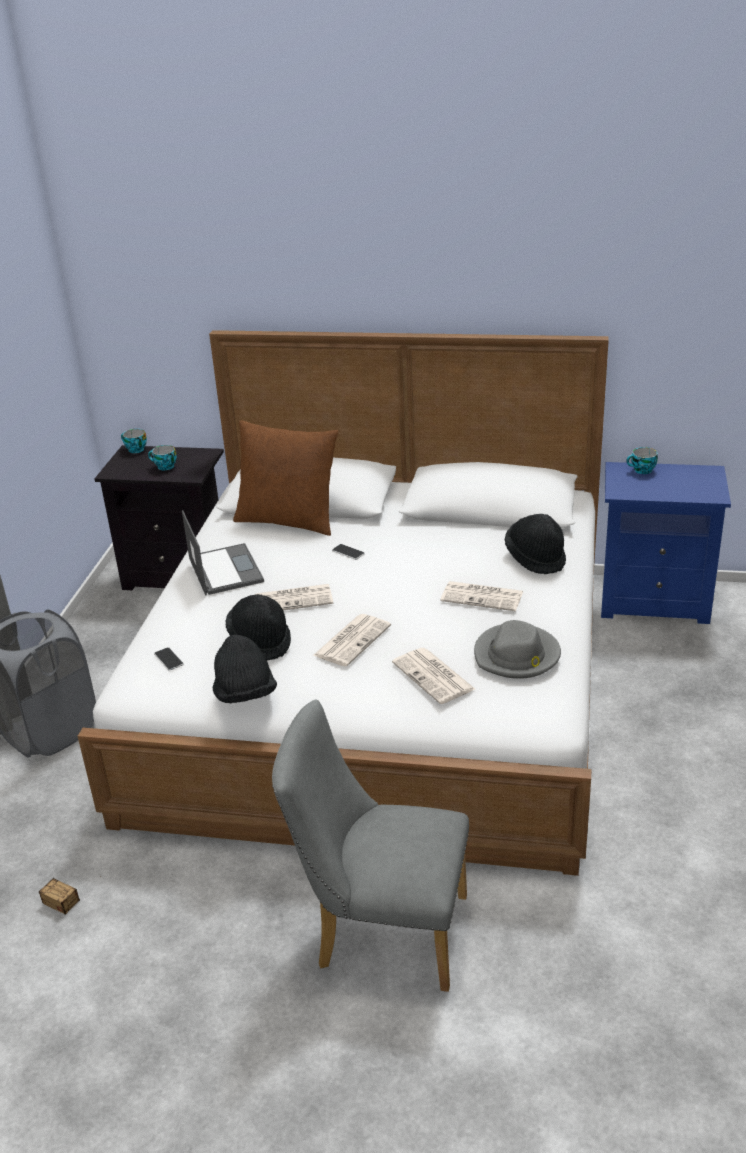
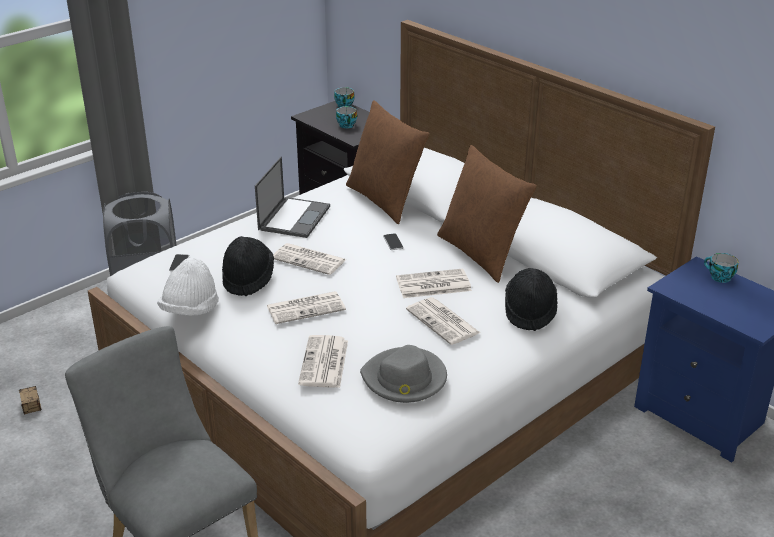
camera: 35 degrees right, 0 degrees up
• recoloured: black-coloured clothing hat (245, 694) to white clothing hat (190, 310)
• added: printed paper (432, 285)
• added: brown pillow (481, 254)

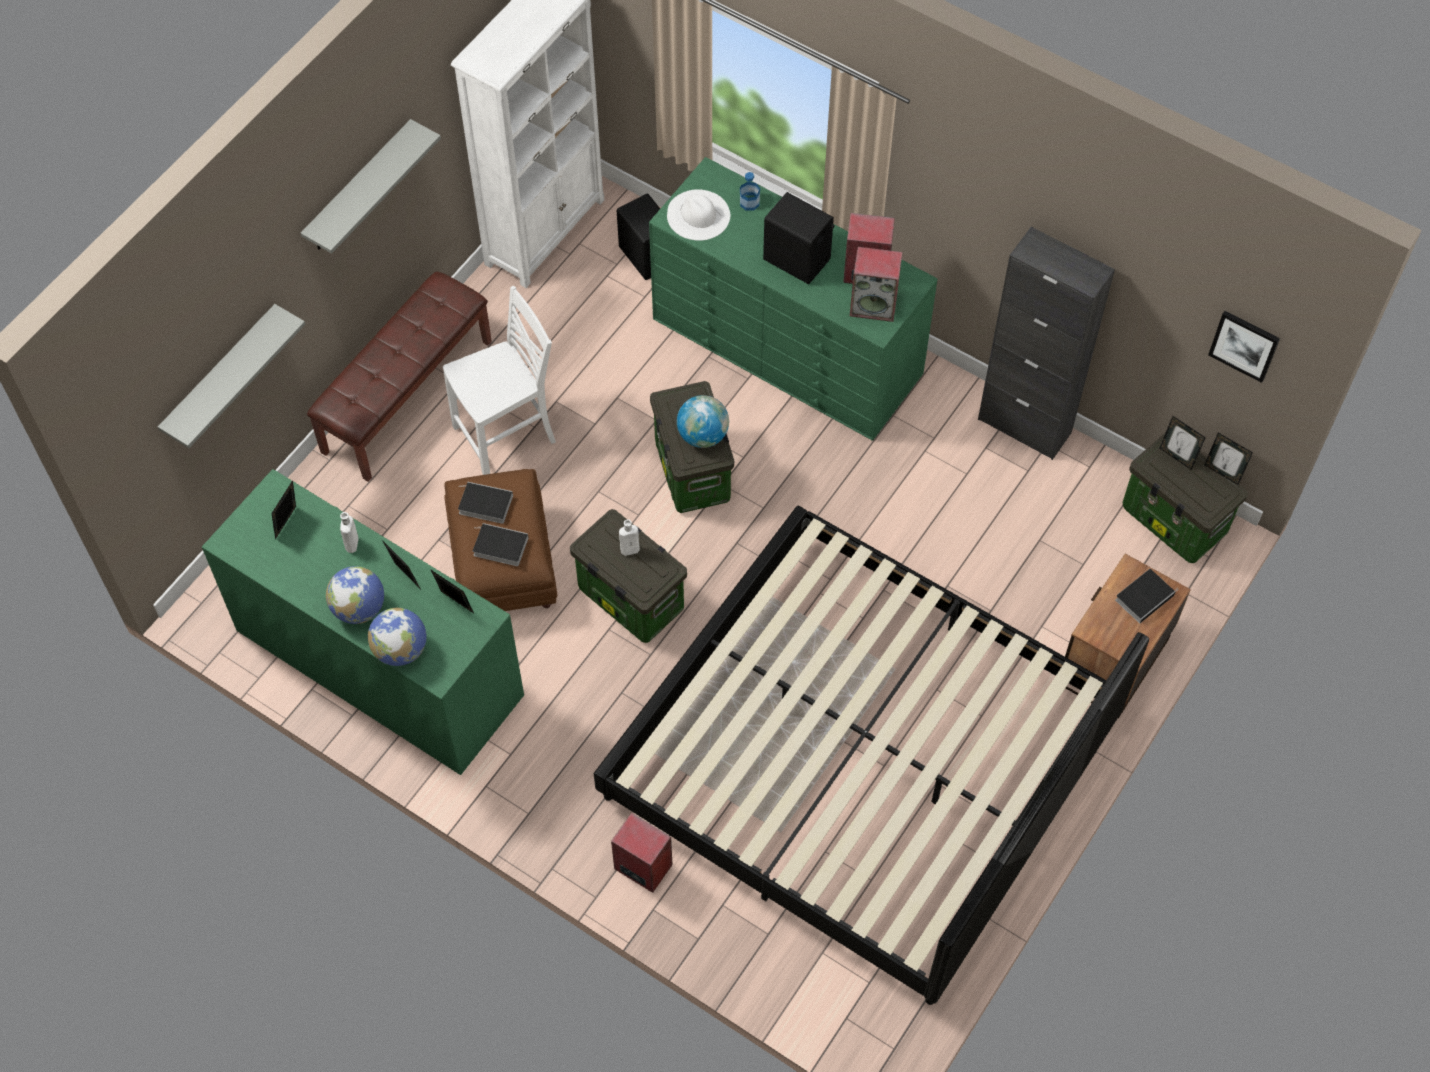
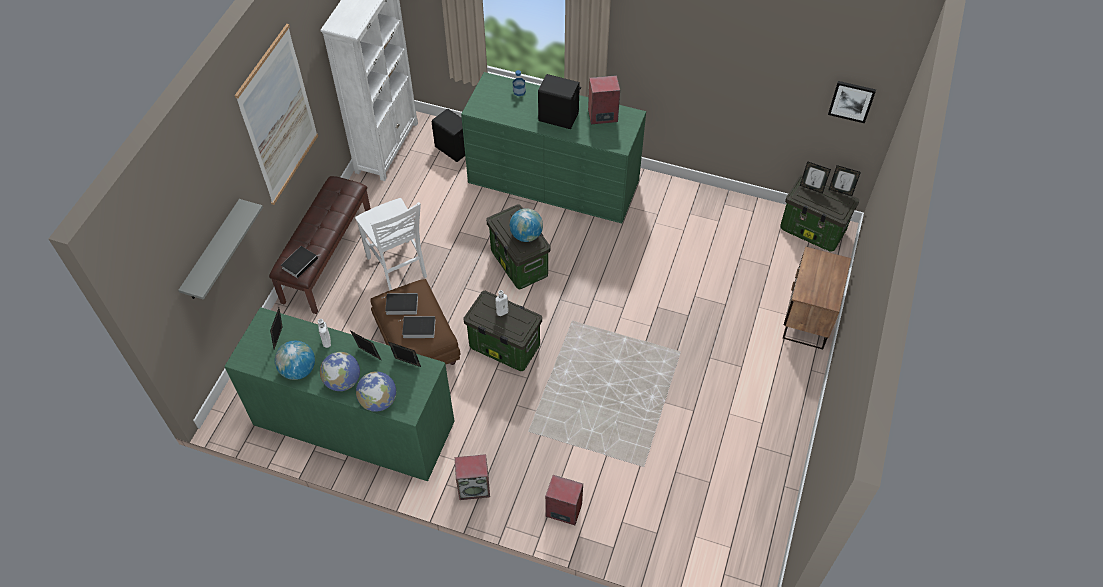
camera: 15 degrees left, 5 degrees down
• replaced: greyish shelf (359, 188) to picture (278, 117)
• turned: white plain chair (507, 436) = (398, 268) 105 degrees clockwise
• removed: bedroom bed (860, 762)
• removed: white clothing hat (698, 215)
• moved: loudspeaker (874, 305) to (474, 487)
• removed: black-coloured cabinet (1024, 426)
• moved: book (1145, 596) to (300, 262)
• added: world globe (298, 370)

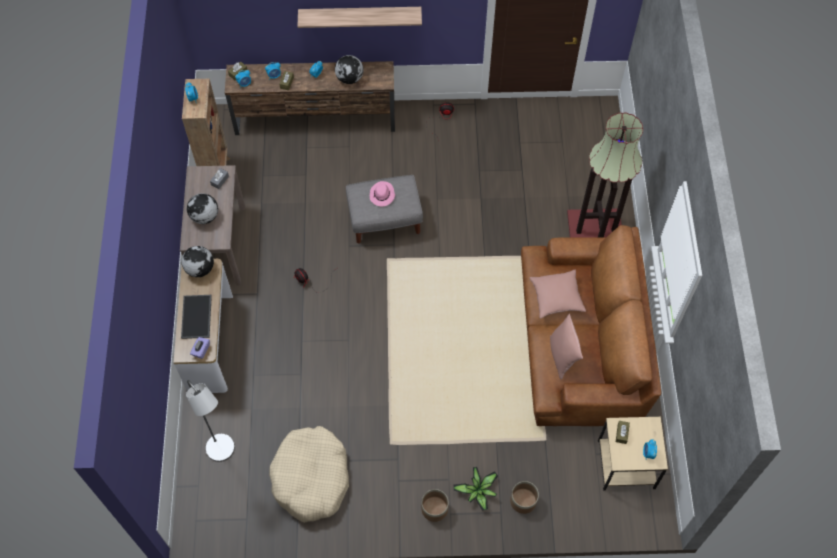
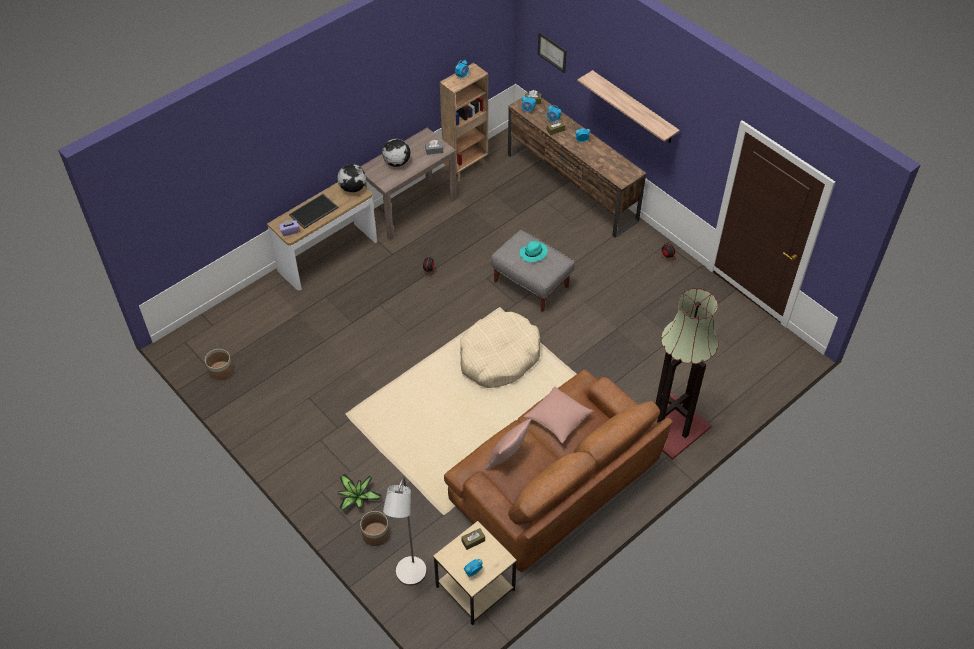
camera: 50 degrees right, 10 degrees down
• moved: greyish floor lamp (223, 452) to (409, 577)
• moved: beige-coloured dog bed (311, 478) to (499, 357)
• removed: world globe (350, 78)
• recoloured: pink clothing hat (382, 195) to turquoise-coloured clothing hat (533, 253)
• moved: planter (434, 509) to (221, 371)
• added: picture (552, 52)

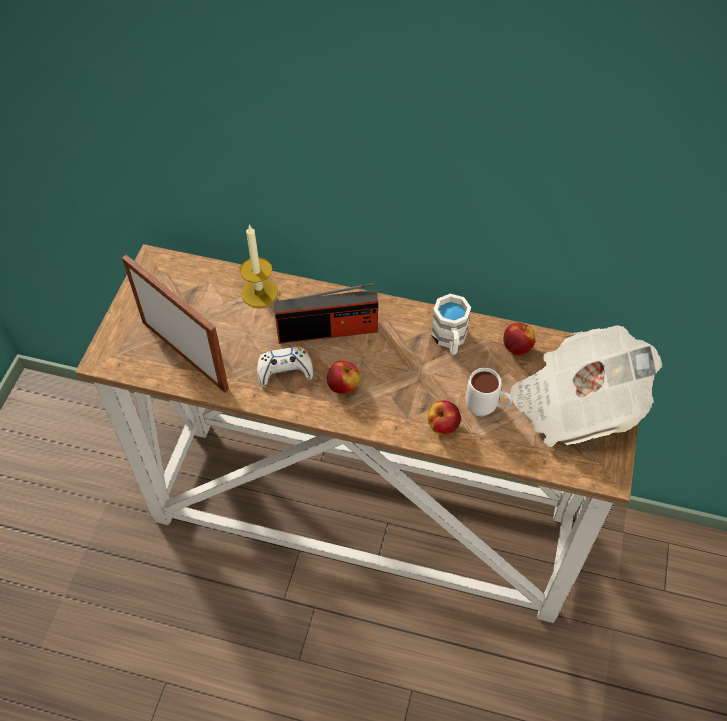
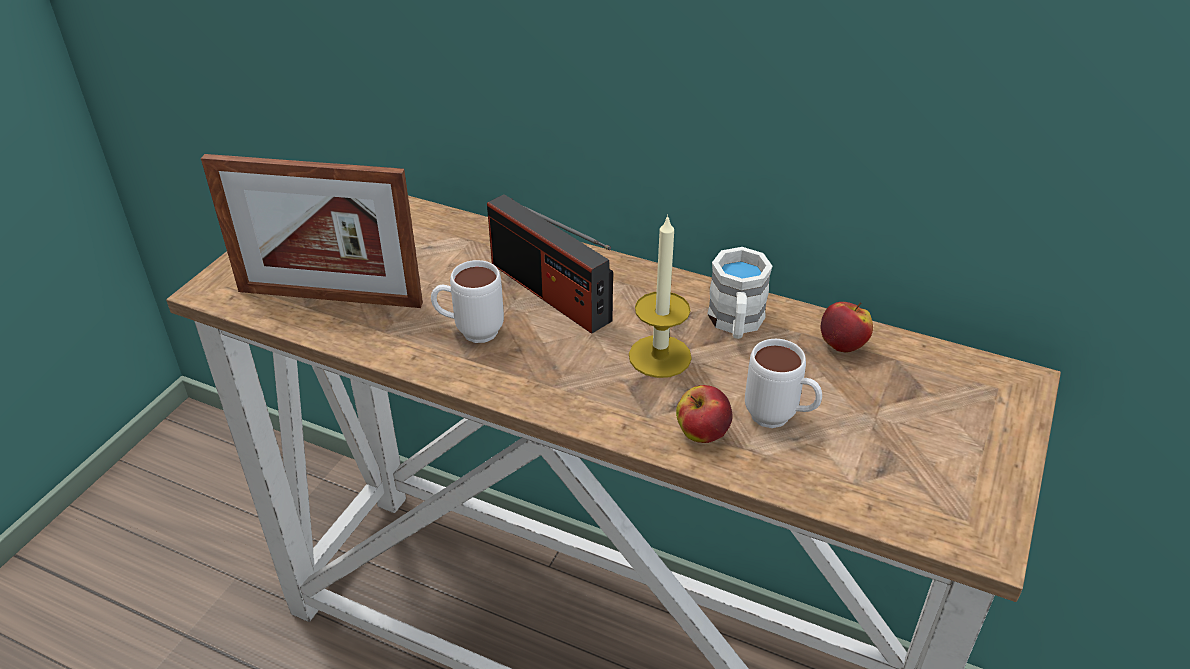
camera: 10 degrees right, 15 degrees down
• turned: standing frame (184, 355) = (330, 297) 135 degrees clockwise
• moved: wax light (259, 293) to (660, 356)
• replaced: white joypad (284, 371) to white coffee mug (470, 332)
• turned: radio (327, 330) = (550, 292) 45 degrees clockwise
• removed: whole apple (343, 386)
• removed: printed paper (575, 404)

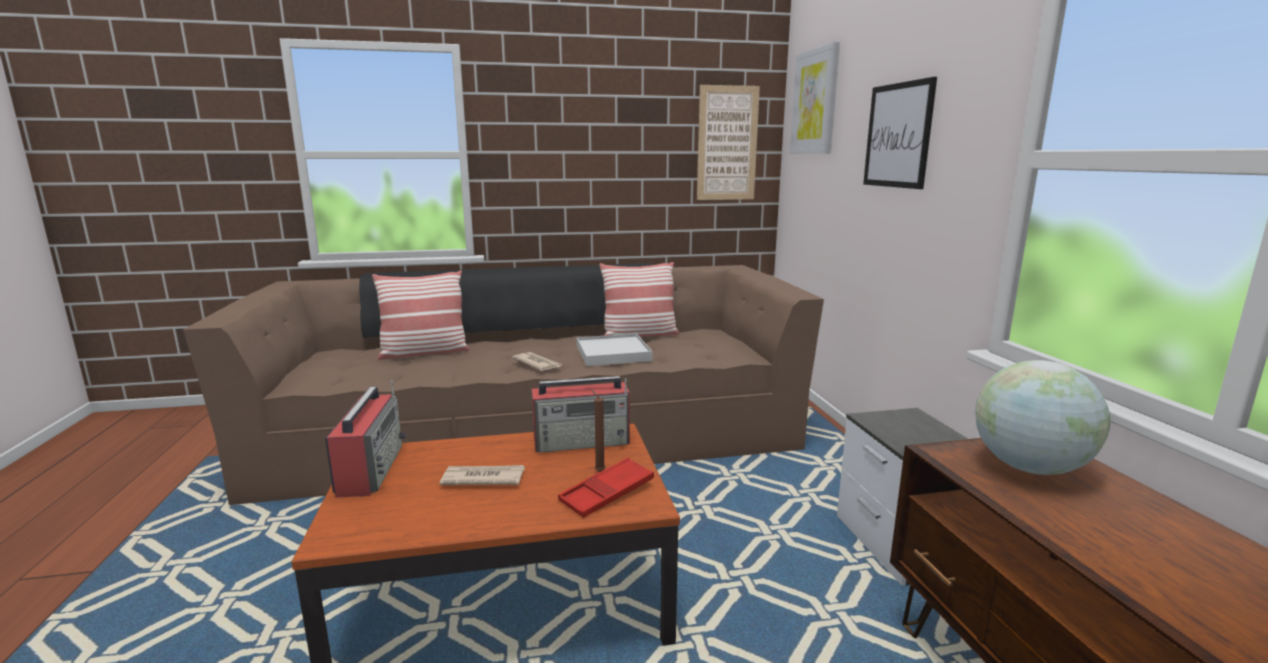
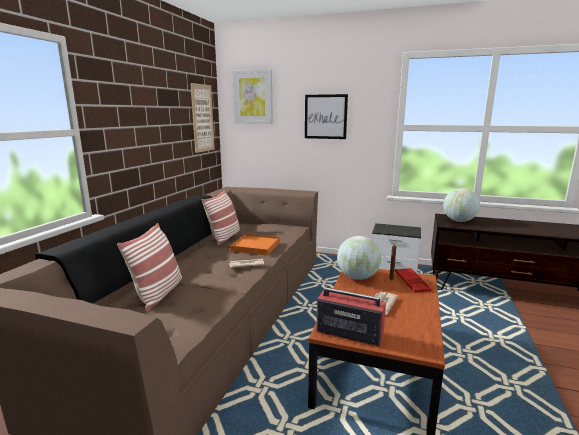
camera: 60 degrees left, 0 degrees up
• replaced: radio (583, 442) to world globe (357, 277)
• recoloured: white serving tray (612, 353) to orangey serving tray (255, 246)

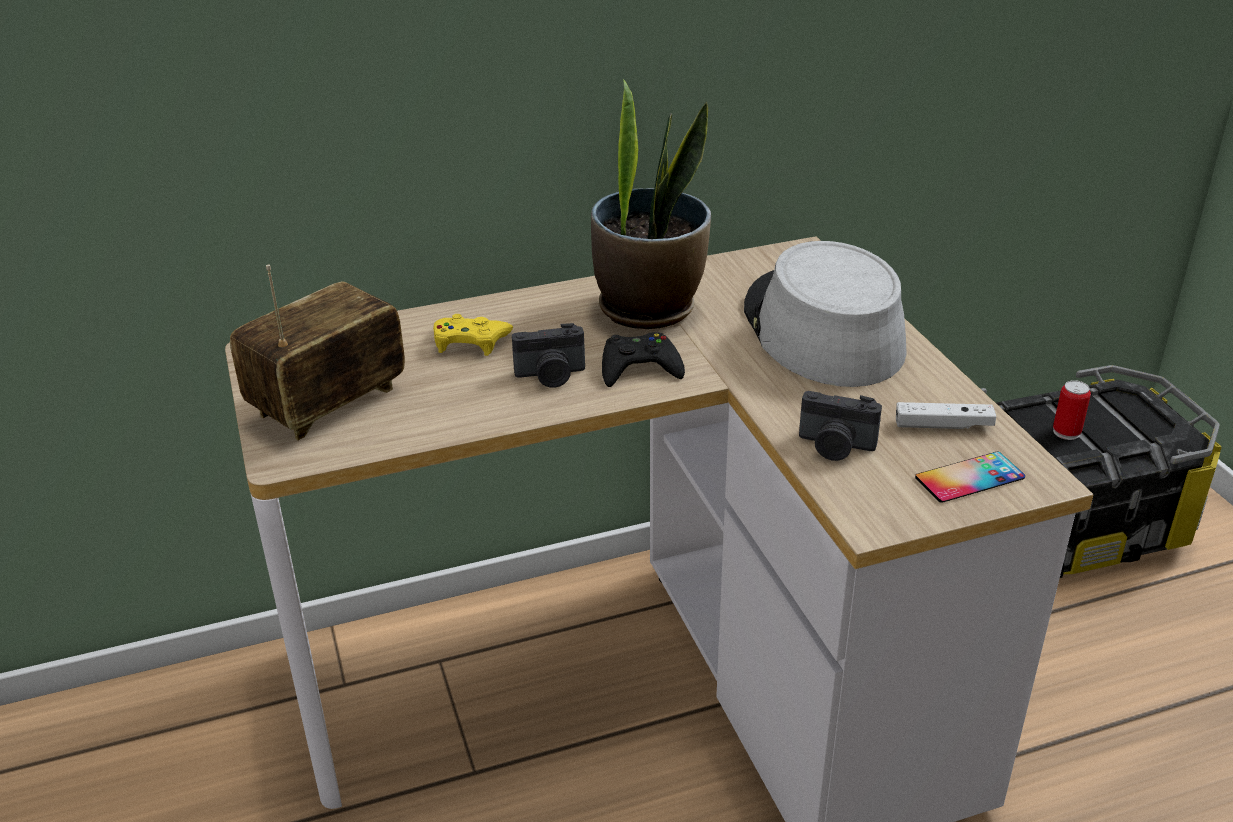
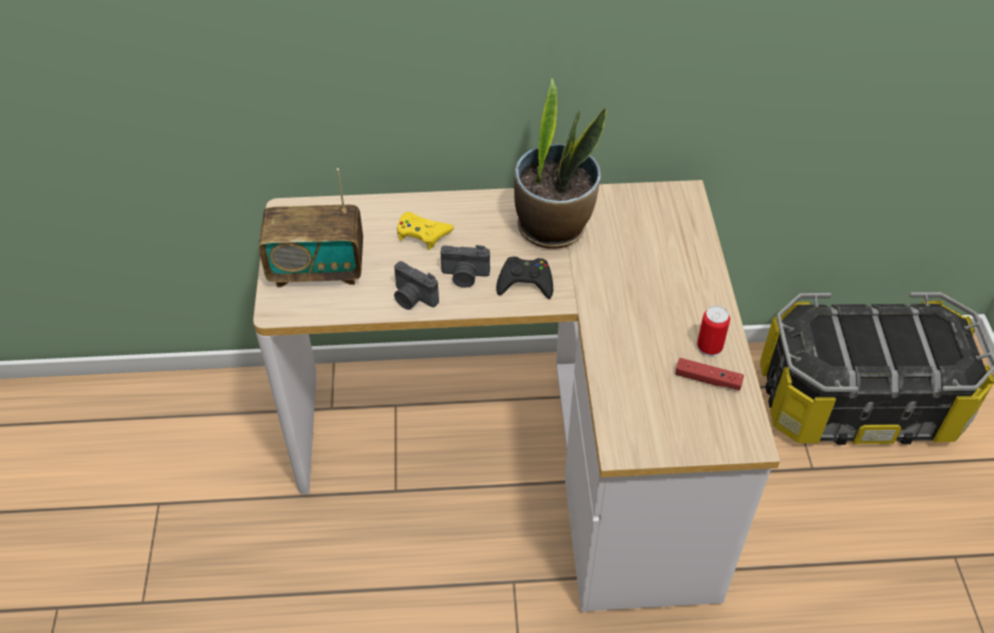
camera: 15 degrees right, 15 degrees up
• turned: radio (329, 404) = (317, 269) 150 degrees counterclockwise
• removed: greyish clothing hat (821, 330)
• moved: photo camera (835, 446) to (412, 298)
• recoloured: white joypad (943, 425) to red-coloured joypad (708, 379)
• removed: telephone (969, 478)
• moved: can (1066, 432) to (709, 347)

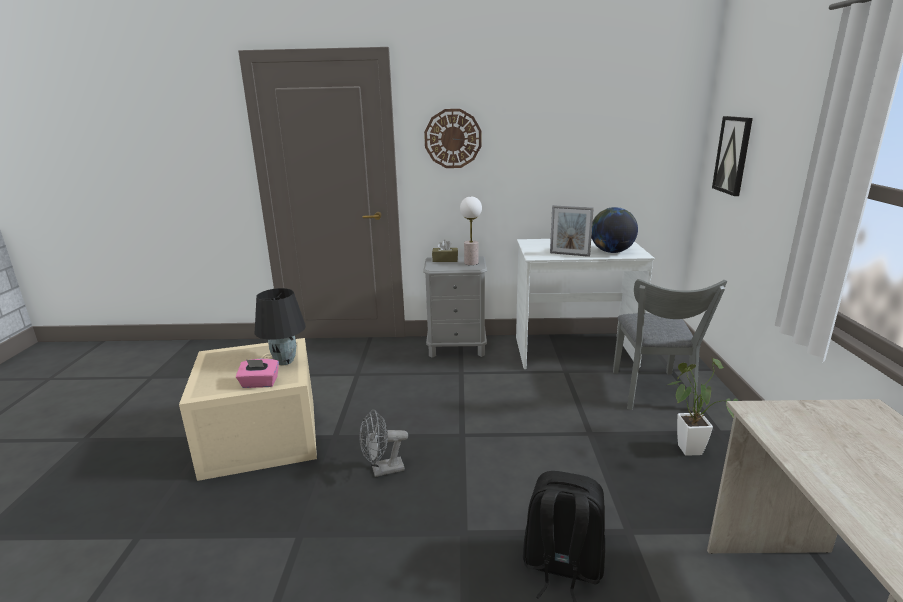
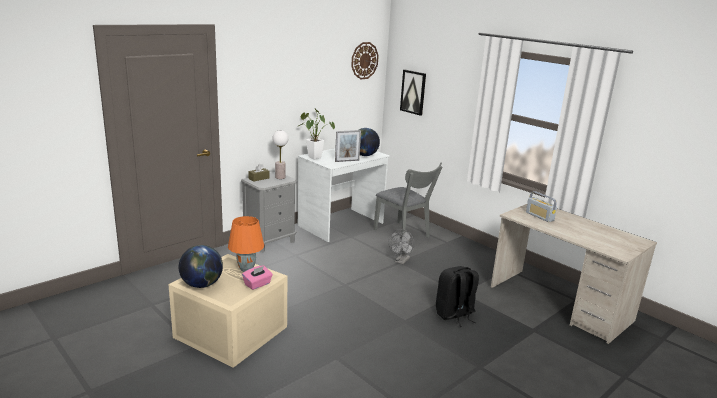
camera: 45 degrees left, 0 degrees up
• recoloured: black-coloured table lamp (285, 361) to orangey table lamp (247, 269)
• moved: greyish cooling fan (382, 470) to (401, 261)
• moved: hanging clock (453, 138) to (364, 60)
• moved: potted plant (687, 446) to (313, 157)
• added: world globe (202, 284)
• added: radio (539, 216)

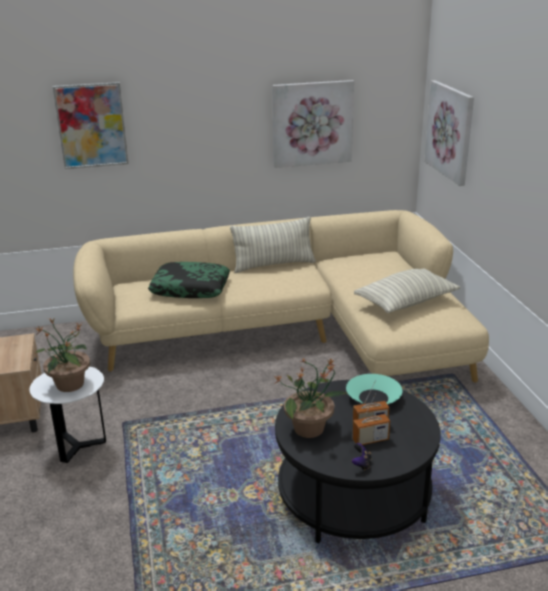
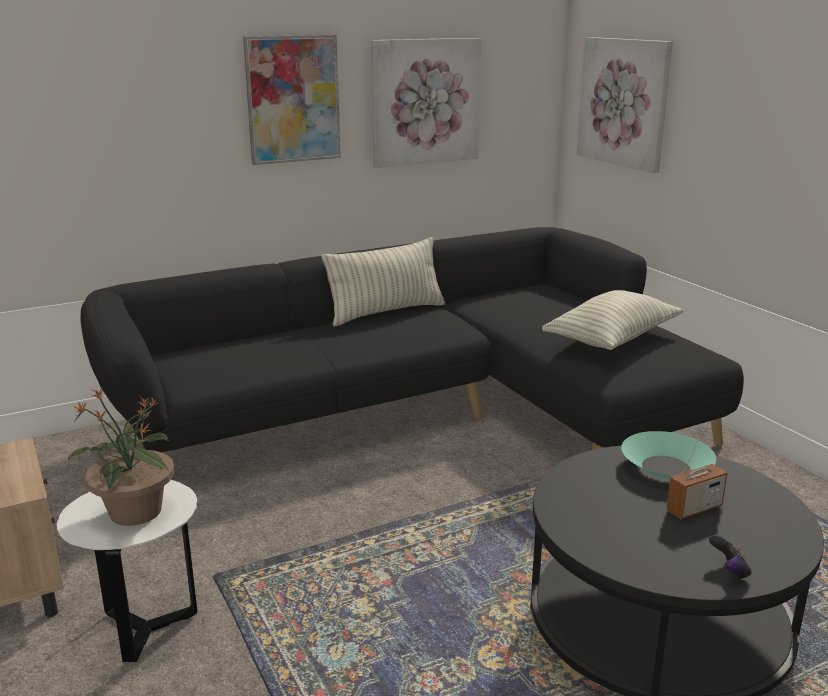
camera: 15 degrees left, 5 degrees down
• moved: picture (91, 125) to (293, 99)
• recoloured: beige-coloured sofa (293, 335) to black-coloured sofa (428, 413)
• removed: pillow (190, 288)
• removed: potted plant (310, 428)
• removed: radio (370, 440)

